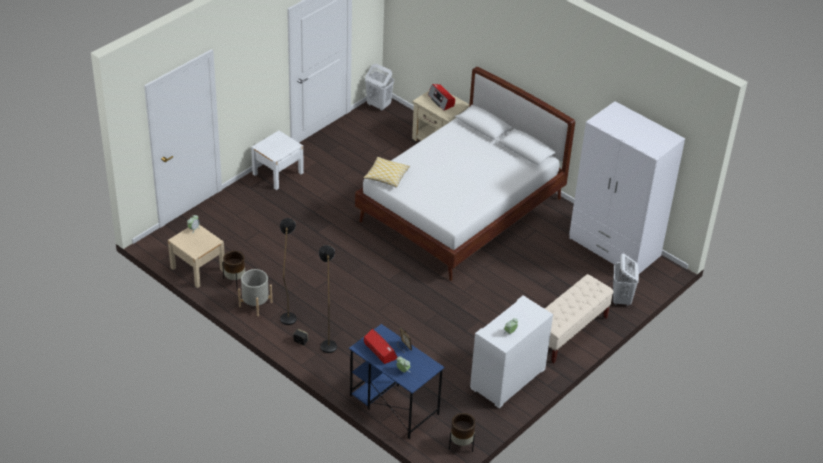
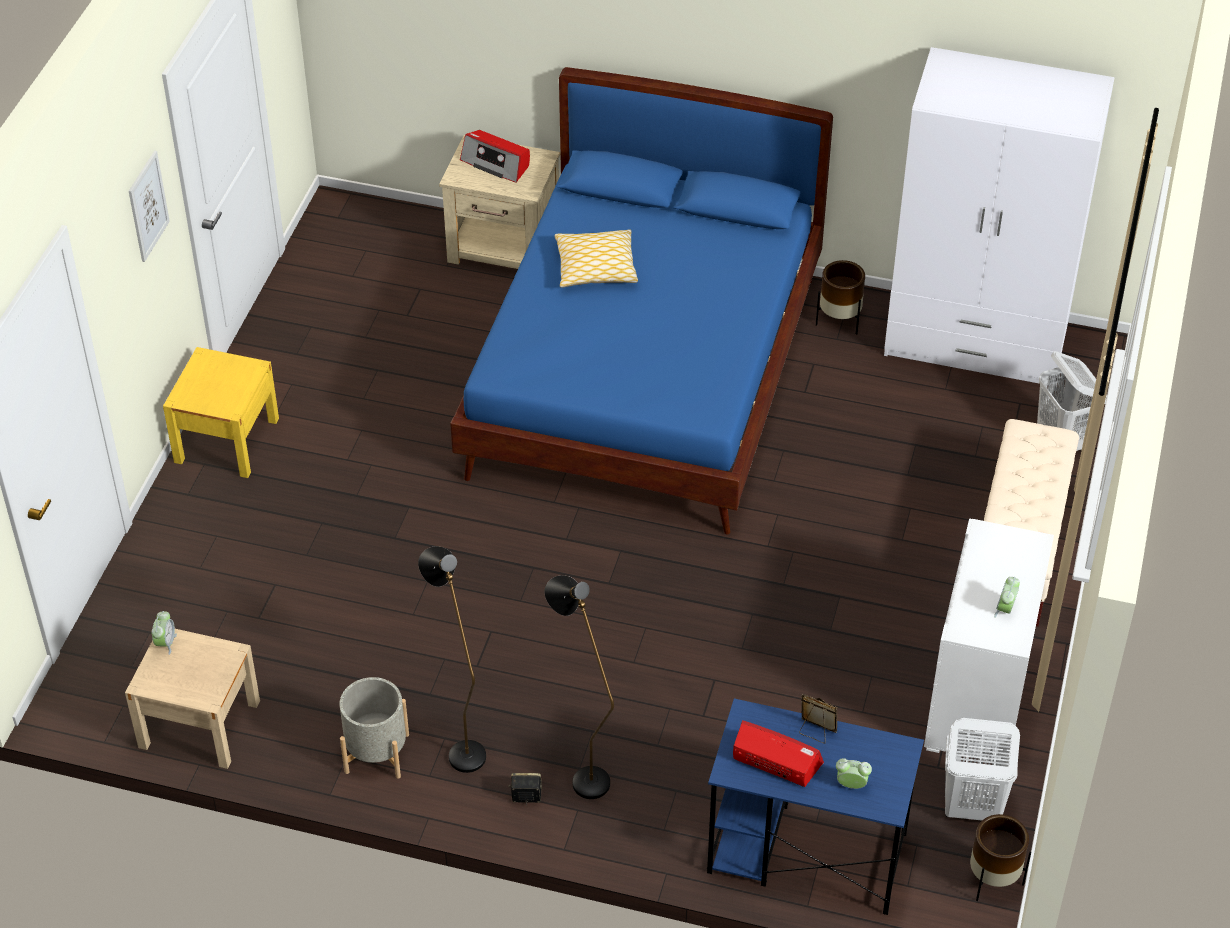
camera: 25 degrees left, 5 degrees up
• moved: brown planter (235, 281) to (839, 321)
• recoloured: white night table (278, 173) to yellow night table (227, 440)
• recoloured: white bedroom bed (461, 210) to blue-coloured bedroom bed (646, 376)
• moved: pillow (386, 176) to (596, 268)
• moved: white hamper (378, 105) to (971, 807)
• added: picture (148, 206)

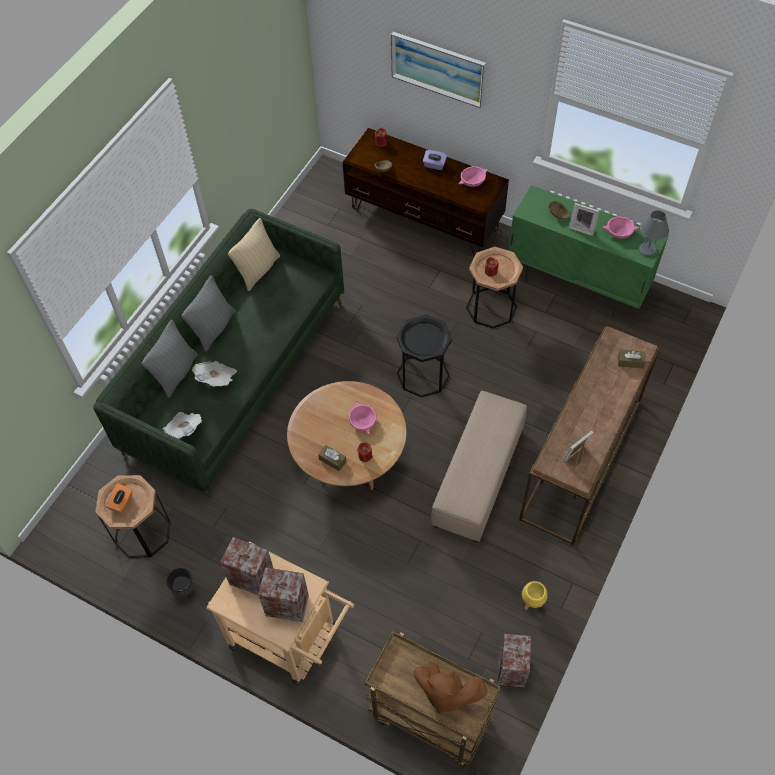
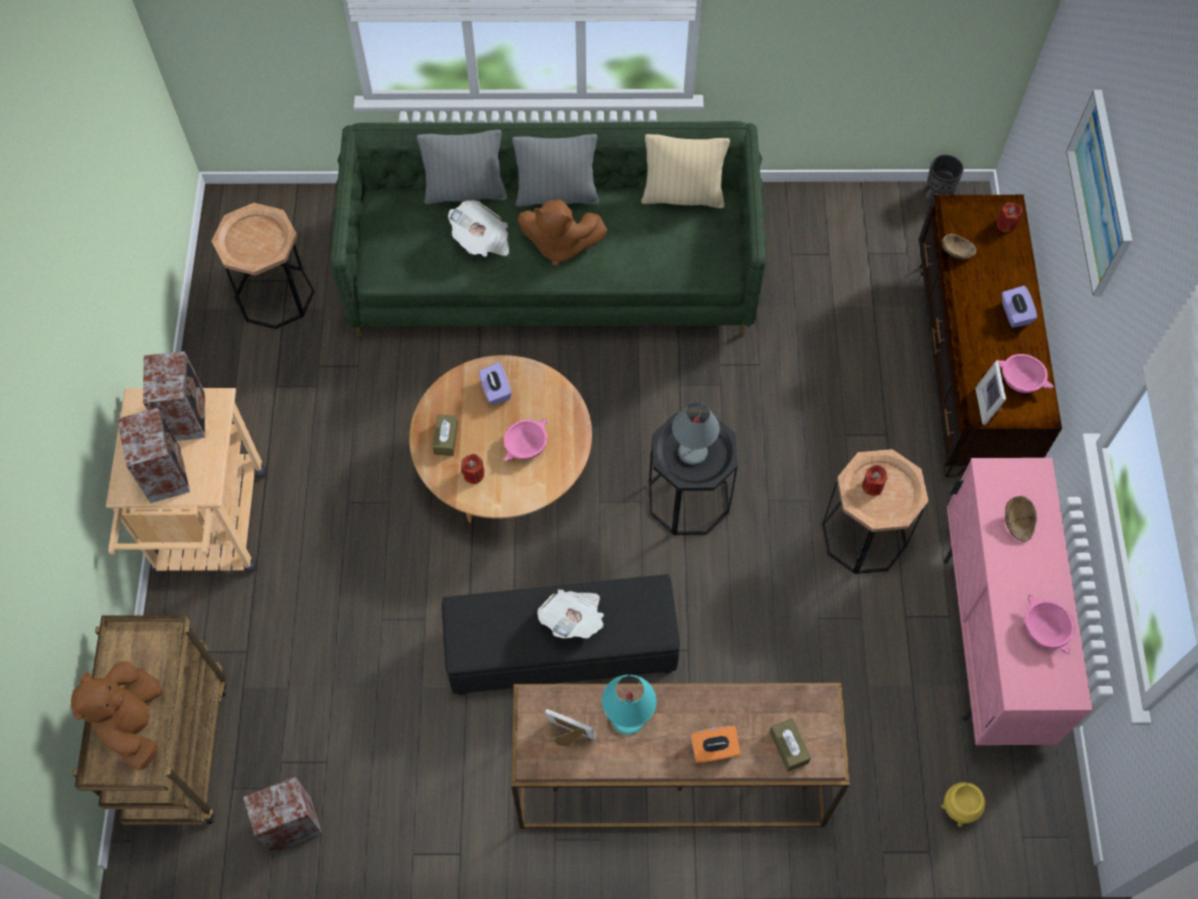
camera: 60 degrees right, 5 degrees up
• moved: orangey box of tissues (122, 503) to (714, 749)
• moved: printed paper (184, 430) to (574, 619)
• moved: black-coloured planter (185, 591) to (938, 194)
• recoloured: beige-coloured footrest (479, 477) to black-coloured footrest (561, 650)
• recoloured: green-coloured cabinet (576, 285) to pink cabinet (987, 639)
• moved: yellow planter (532, 603) to (955, 812)
• moved: standing frame (582, 228) to (988, 405)
• moved: greyish table lamp (648, 249) to (693, 452)
• added: purple-coloured box of tissues (495, 390)
• added: brown plush toy (559, 245)
• added: turquoise-coloured table lamp (628, 718)

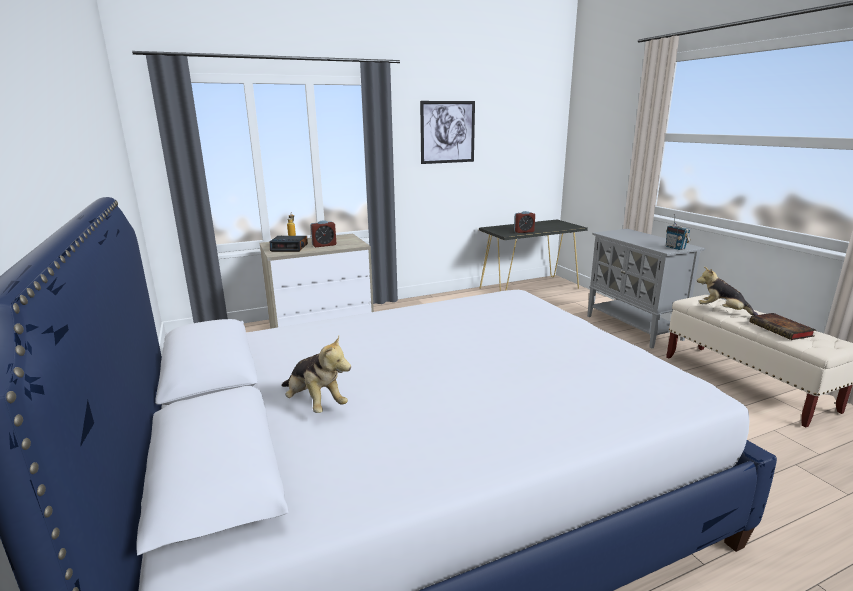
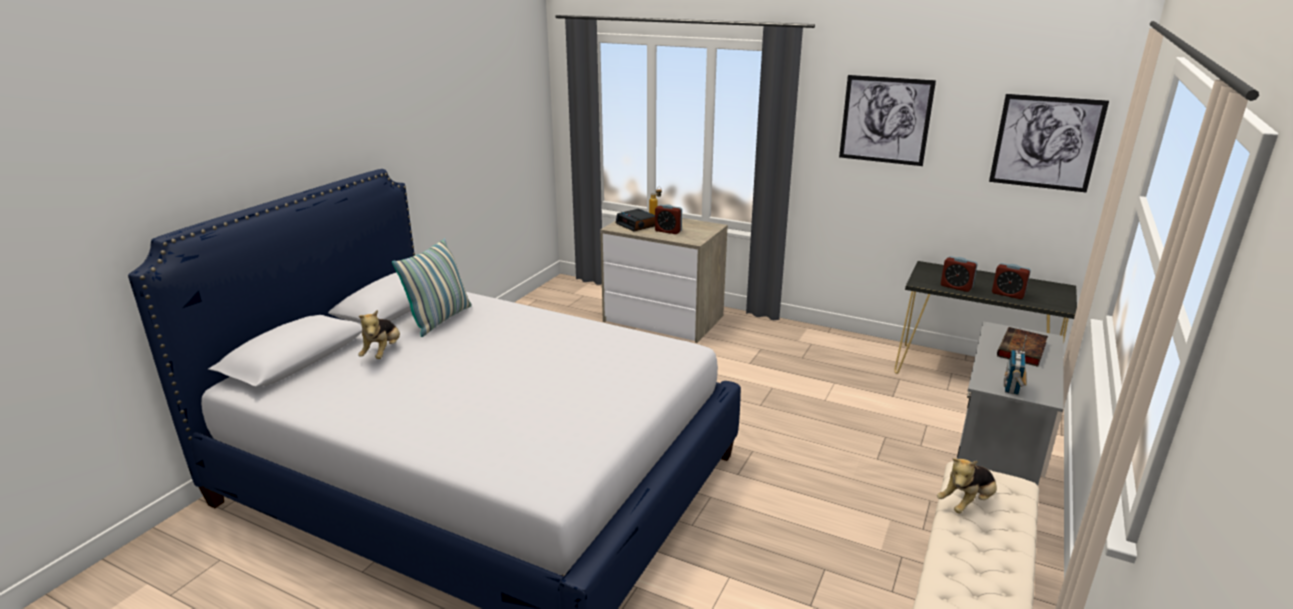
camera: 50 degrees right, 5 degrees up
• turned: plush toy (722, 311) = (967, 503) 120 degrees counterclockwise
• moved: book (782, 330) to (1022, 351)
• added: pillow (440, 320)
• added: picture (1046, 142)
• added: bedside clock (1008, 294)

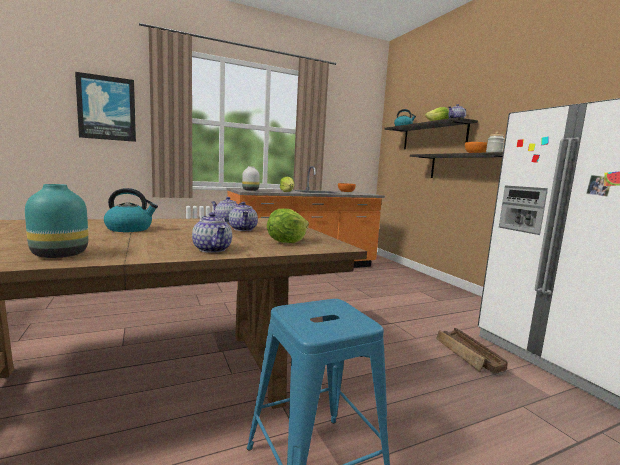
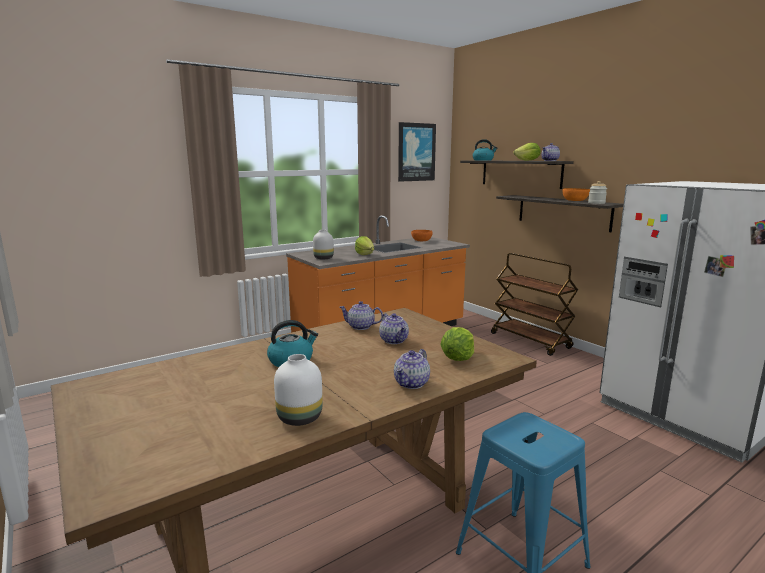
camera: 10 degrees left, 5 degrees up
• recoloured: turquoise-coloured flower vase (60, 254) to white flower vase (299, 417)
• moved: picture (107, 108) to (416, 152)
• turned: teapot (213, 249) = (412, 383) 75 degrees clockwise
• removed: crate (468, 356)
• added: brown wheeled cart (530, 341)

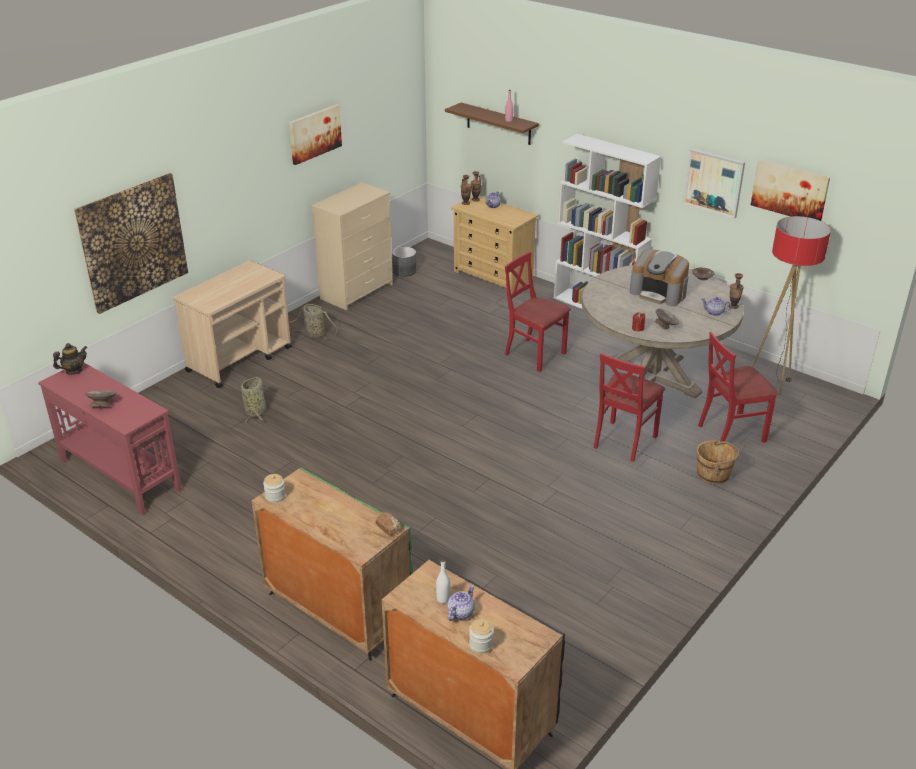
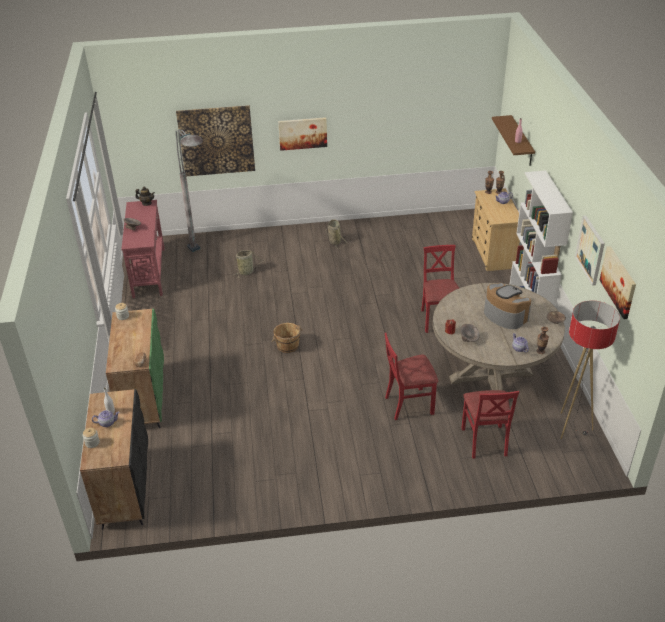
camera: 45 degrees right, 5 degrees up
• removed: beige-coloured wheeled cart (240, 359)
• moved: picture (314, 133) to (302, 133)
• removed: beige-coloured dresser (357, 291)
• removed: greyish planter (404, 271)
• turned: coffee machine (658, 293) = (504, 315) 150 degrees clockwise
• moved: brown pail (713, 474) to (288, 346)
• turned: red-coloured plain chair (731, 432) = (485, 441) 120 degrees counterclockwise
• added: greyish floor lamp (203, 257)

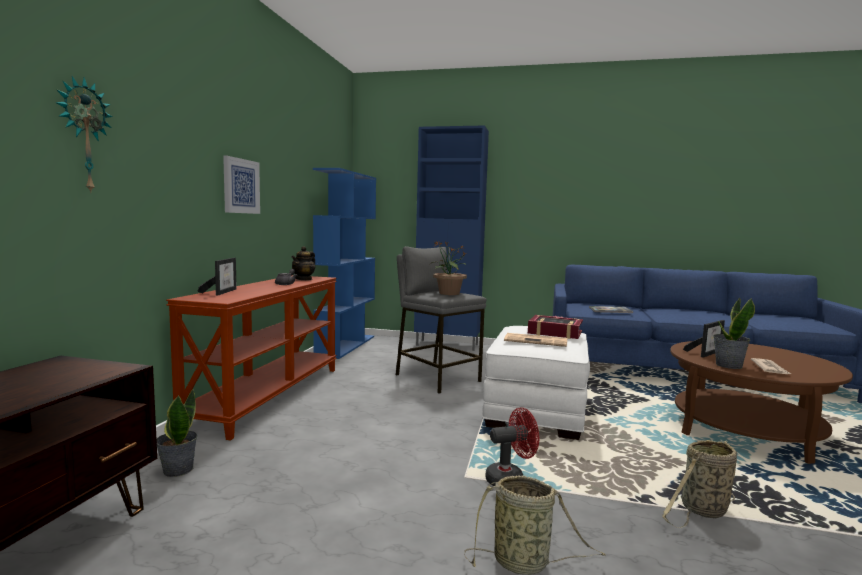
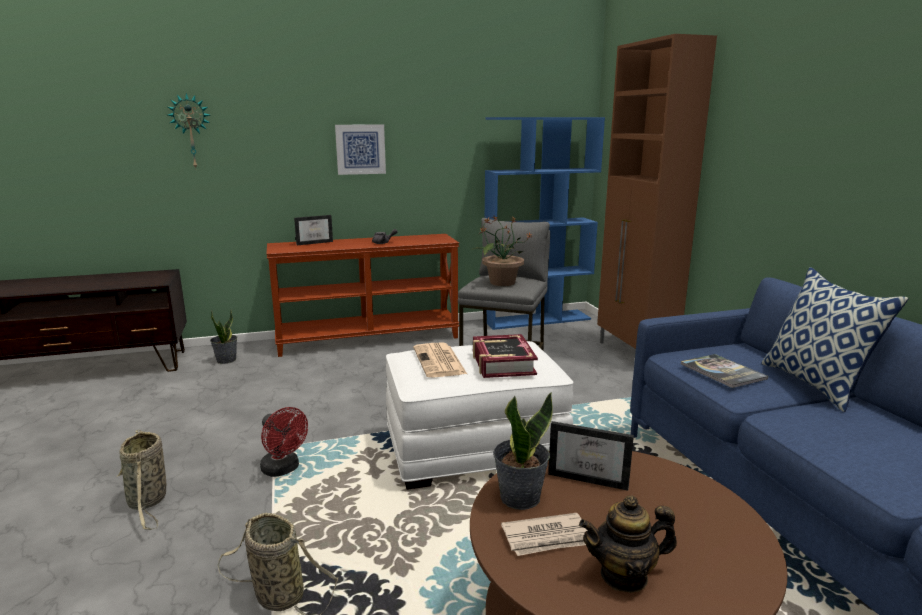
camera: 60 degrees right, 10 degrees up
• moved: teapot (304, 279) to (624, 575)
• recoloured: blue-coloured cabinet (448, 345) to brown cabinet (634, 355)
• added: pillow (816, 384)

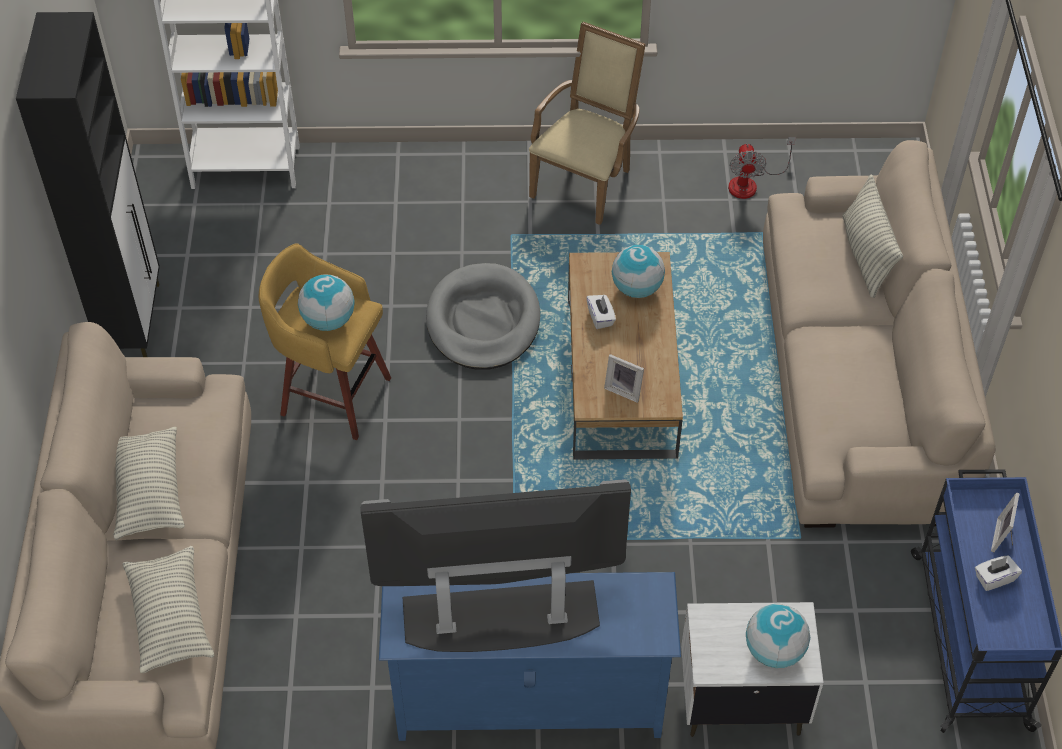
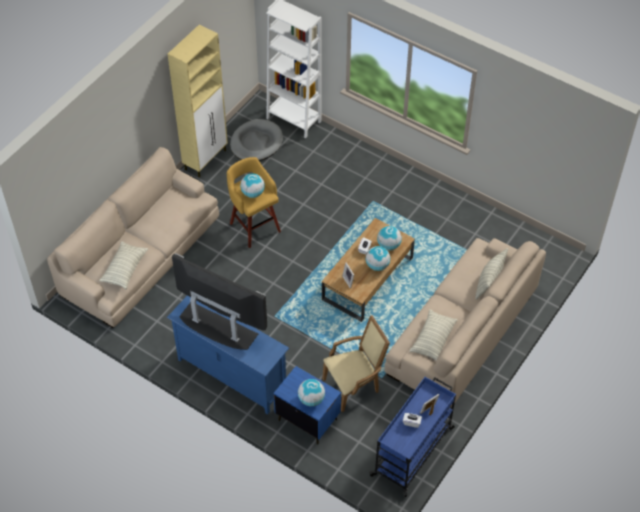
camera: 35 degrees right, 0 degrees up
• recoloured: black-coloured cabinet (133, 320) to beige-coloured cabinet (206, 159)
• moved: pillow (149, 492) to (433, 339)
• moved: greyish dog bed (483, 321) to (256, 143)
• moved: beige-coloured easy chair (586, 180) to (354, 385)
• recoloured: white night table (741, 700) to blue-coloured night table (307, 419)
• removed: cooling fan (750, 183)
• added: world globe (377, 265)

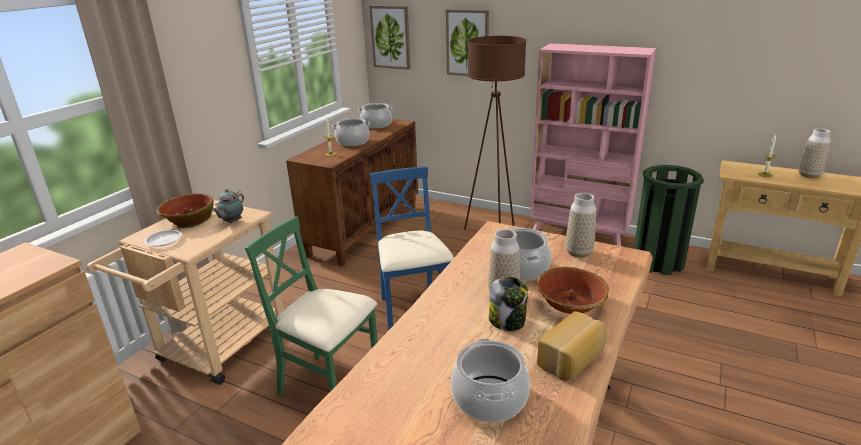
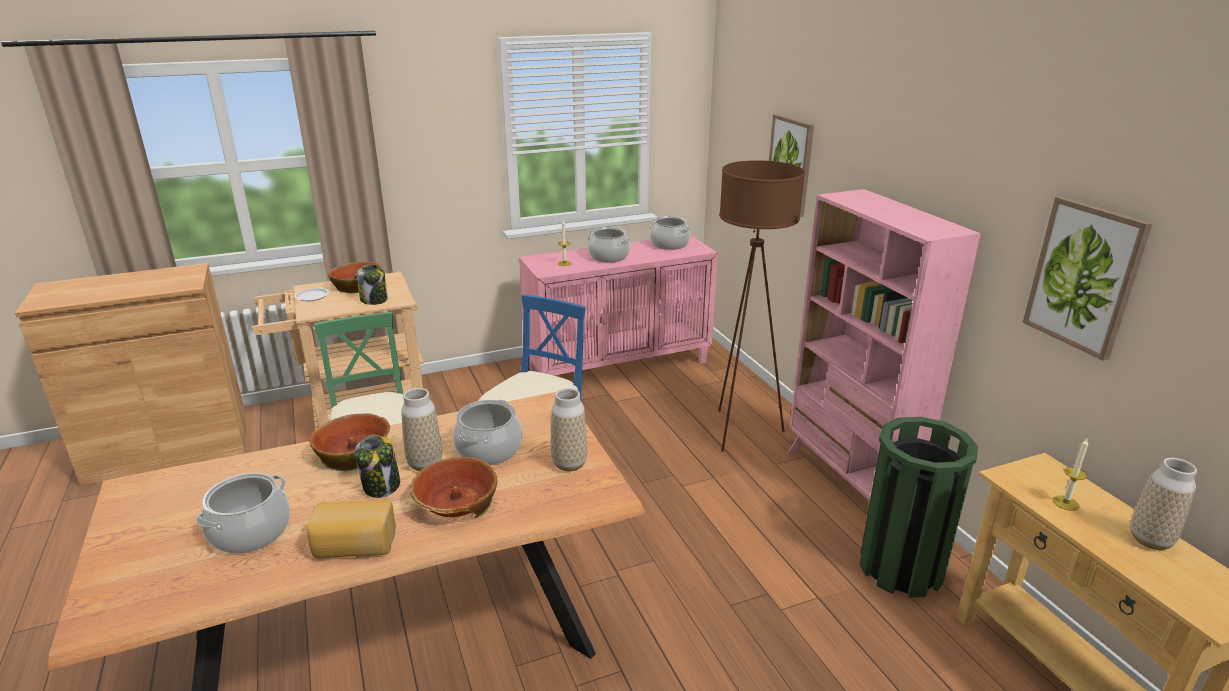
camera: 40 degrees right, 0 degrees up
• replaced: teapot (231, 222) to jar (374, 300)
• recoloured: brown cabinet (364, 229) to pink cabinet (619, 365)
• moved: picture (391, 37) to (1084, 276)
• added: serving bowl (354, 452)

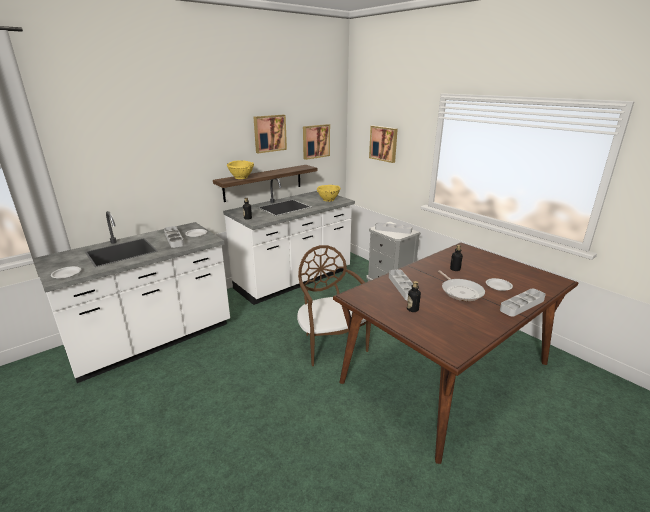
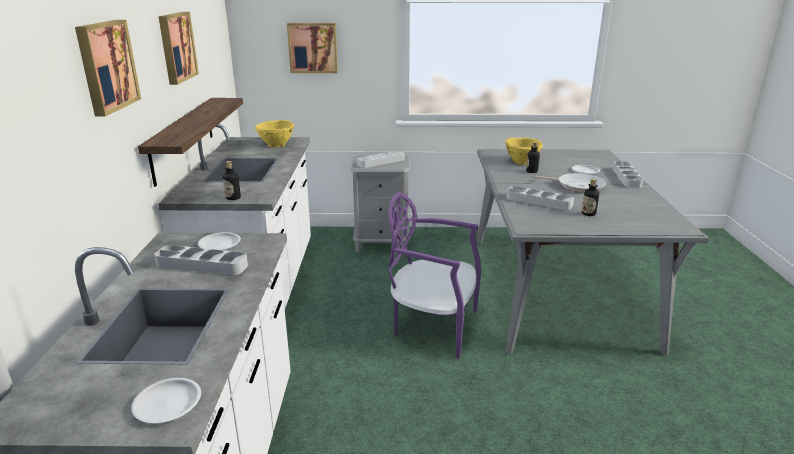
camera: 50 degrees left, 0 degrees up
• moved: yellow serving bowl (241, 178) to (522, 161)
• recoloured: brown plain chair (331, 343) to purple-coloured plain chair (433, 326)
• moved: picture (315, 141) to (106, 66)
• recoloured: brown dinner table (446, 371) to greyish dinner table (555, 288)

